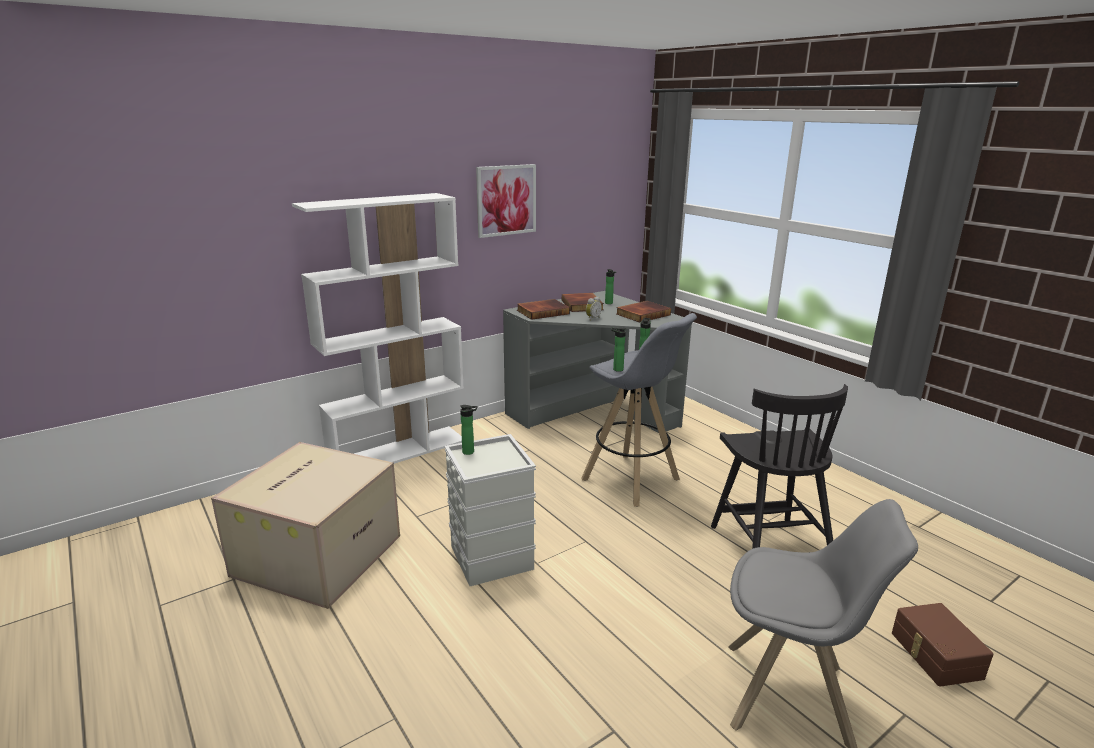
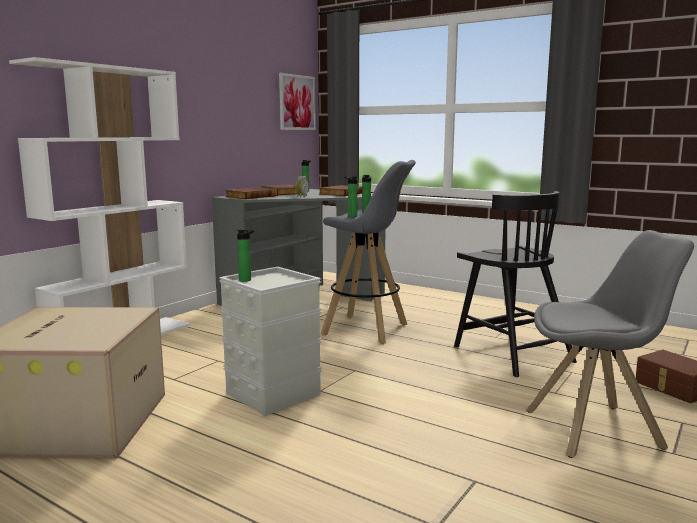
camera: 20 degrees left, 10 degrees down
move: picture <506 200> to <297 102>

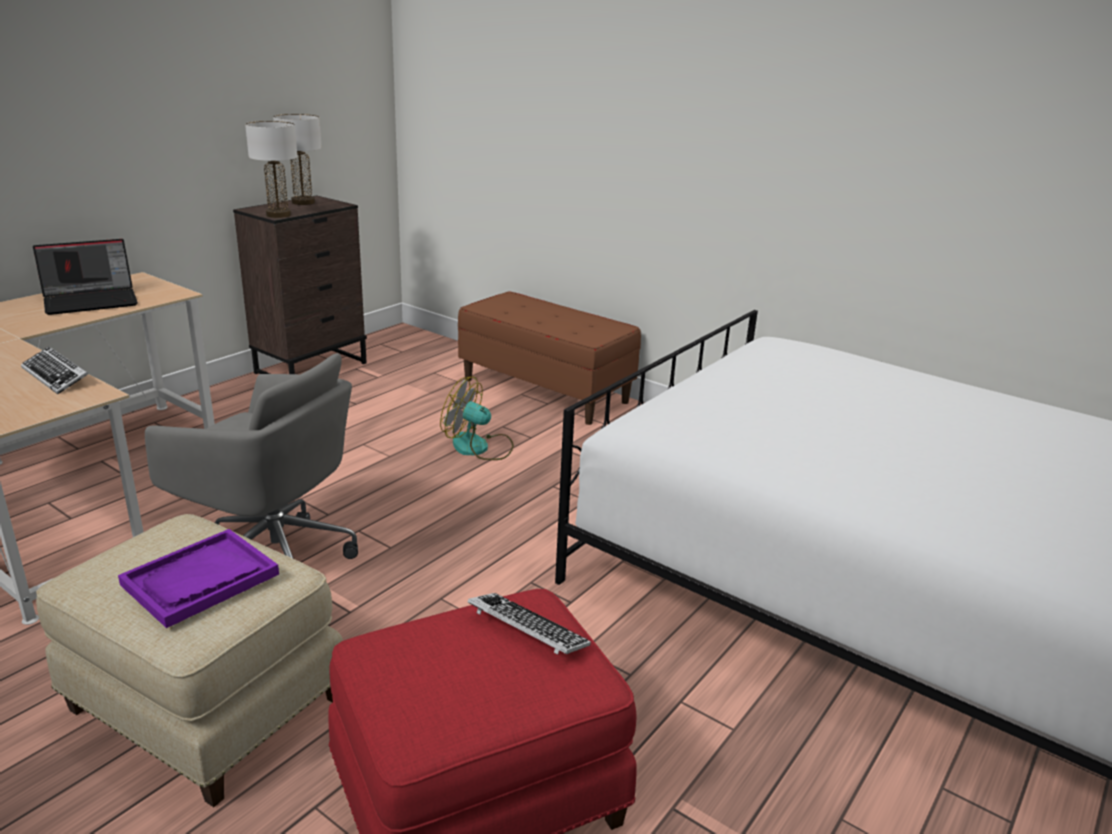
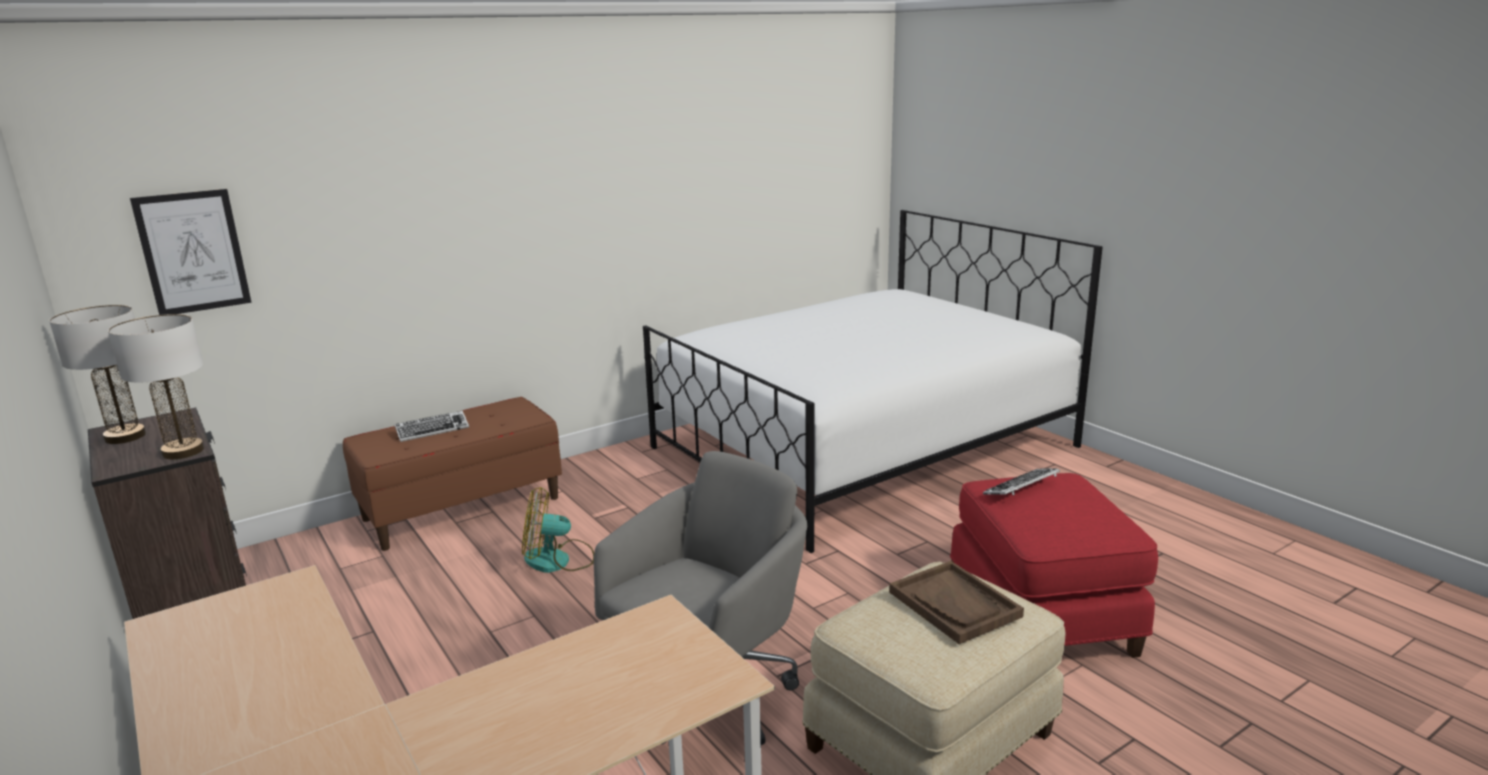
camera: 70 degrees left, 5 degrees down
delete: laptop <92 301>
insert: picture <193 252>
move: keyboard <56 376> to <432 430>
recolor: purple tray <200 580> to brown tray <954 604>
rotate: fan <479 448> = <558 560> 45 degrees clockwise

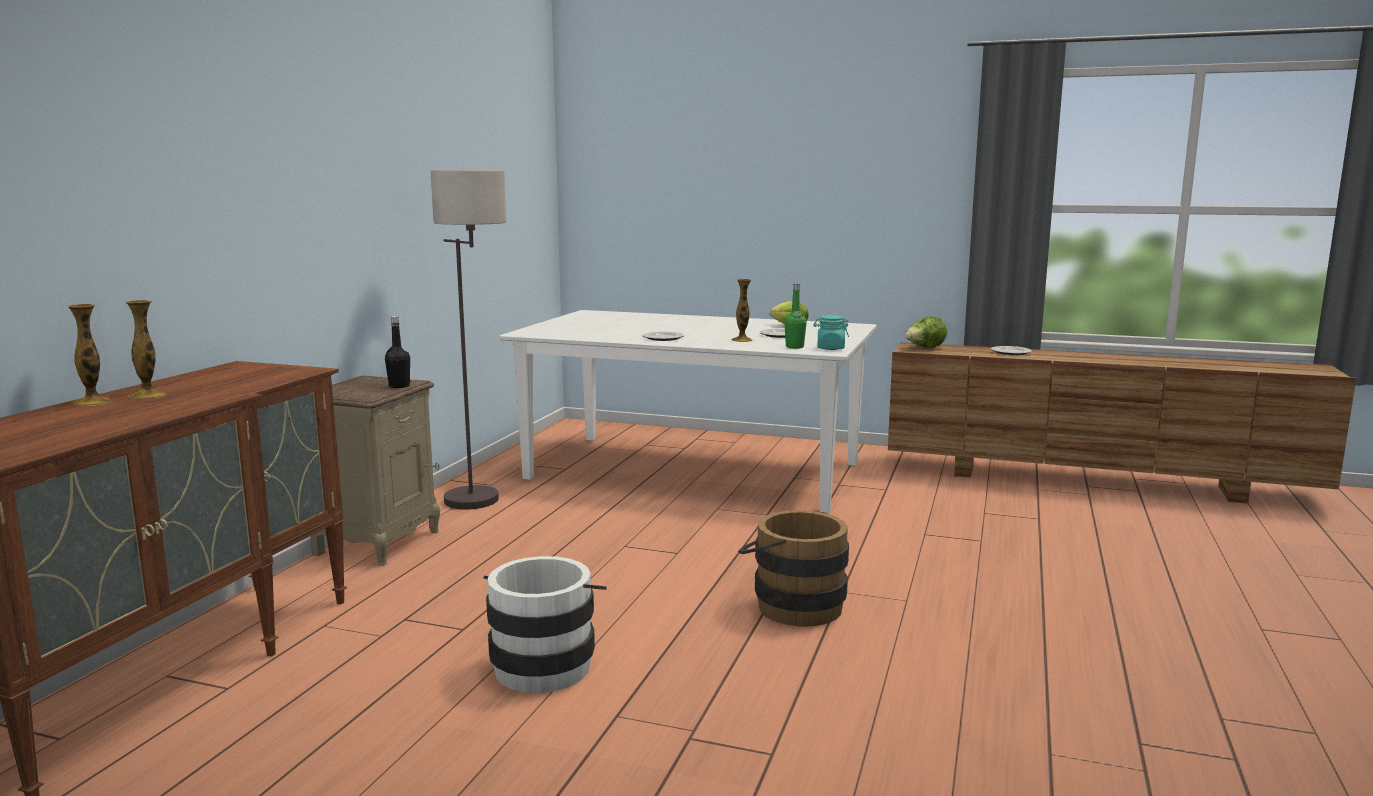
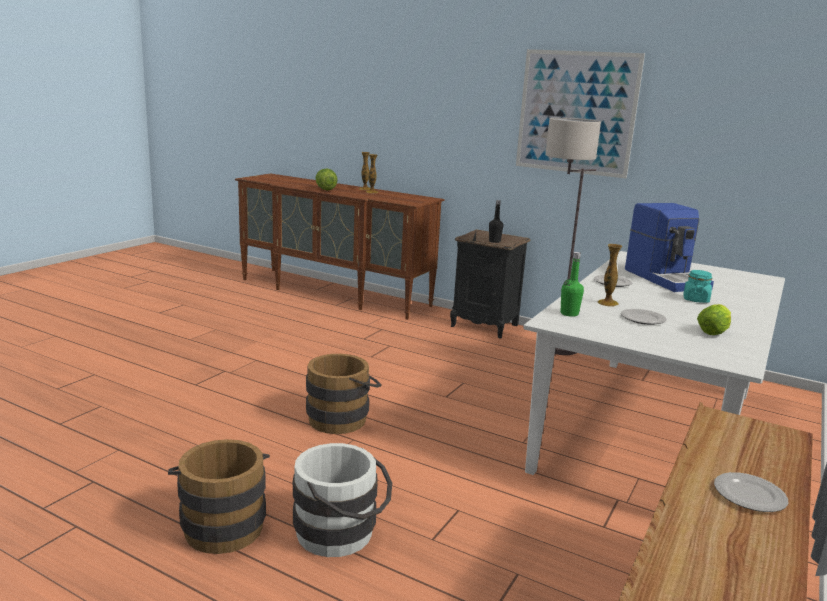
camera: 100 degrees right, 5 degrees up
insert: picture <576 113>; coffee machine <666 279>; brown bucket <222 524>
move: turquoise jar <830 348> to <695 300>; lettuce <924 348> to <325 189>; white bucket <545 663> to <342 534>
recolor: beige nightstand <380 543> to black nightstand <484 326>

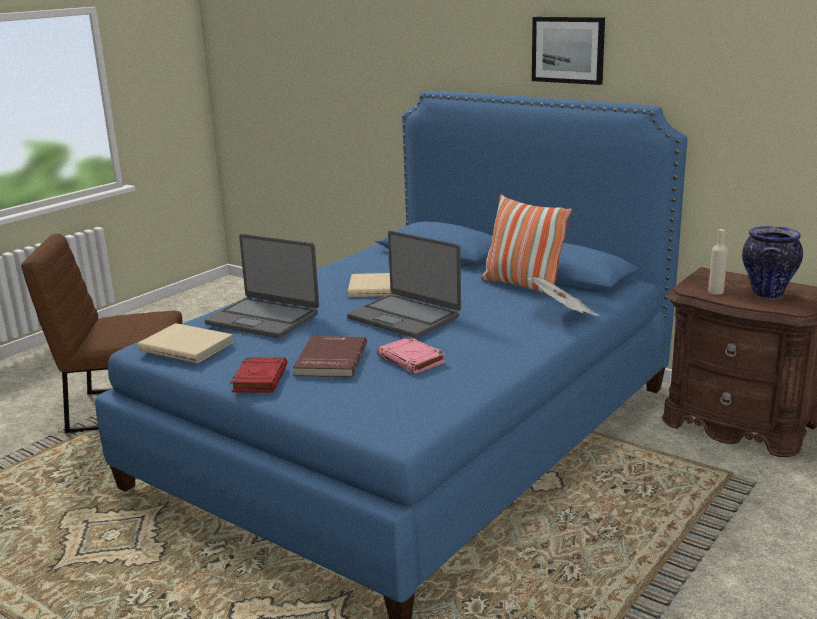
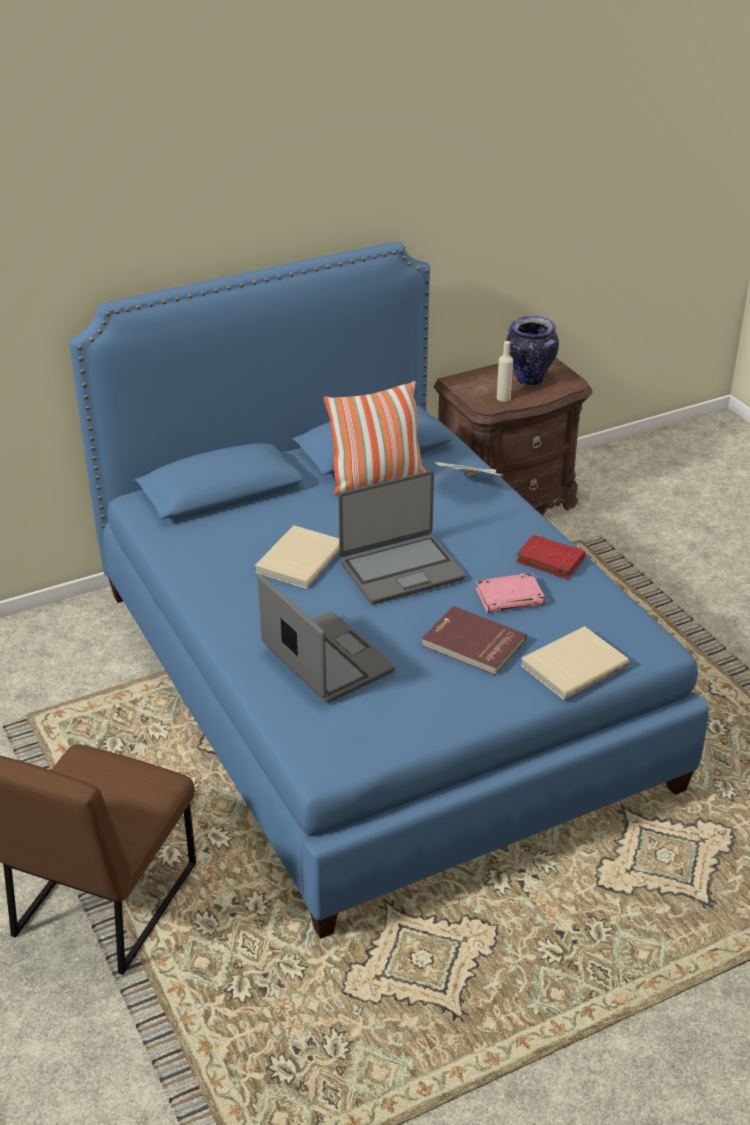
camera: 65 degrees left, 15 degrees up
delete: picture <568 50>
move: beige book <187 346> to <572 665>; red book <260 379> to <549 560>
rotate: laptop <263 319> = <326 660> 90 degrees counterclockwise

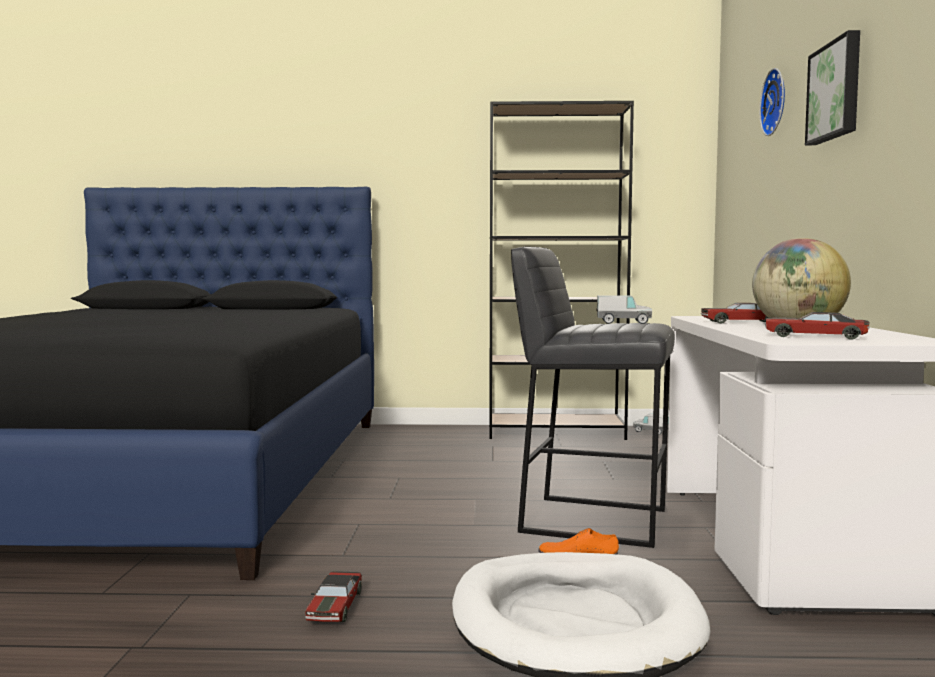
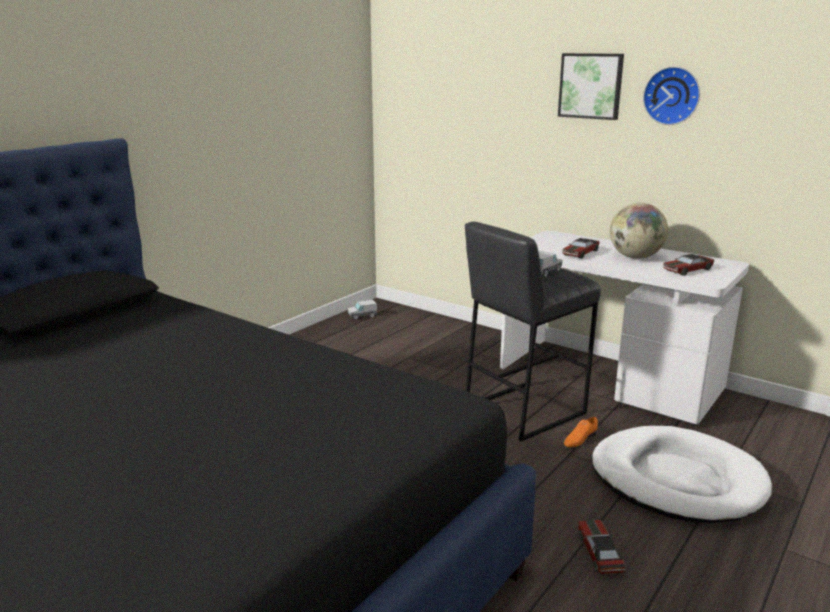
camera: 55 degrees left, 15 degrees up
delete: beige bookcase <556 432>
move: wall clock <777 102> to <672 95>
rotate: toy car <335 607> = <599 552> 135 degrees counterclockwise

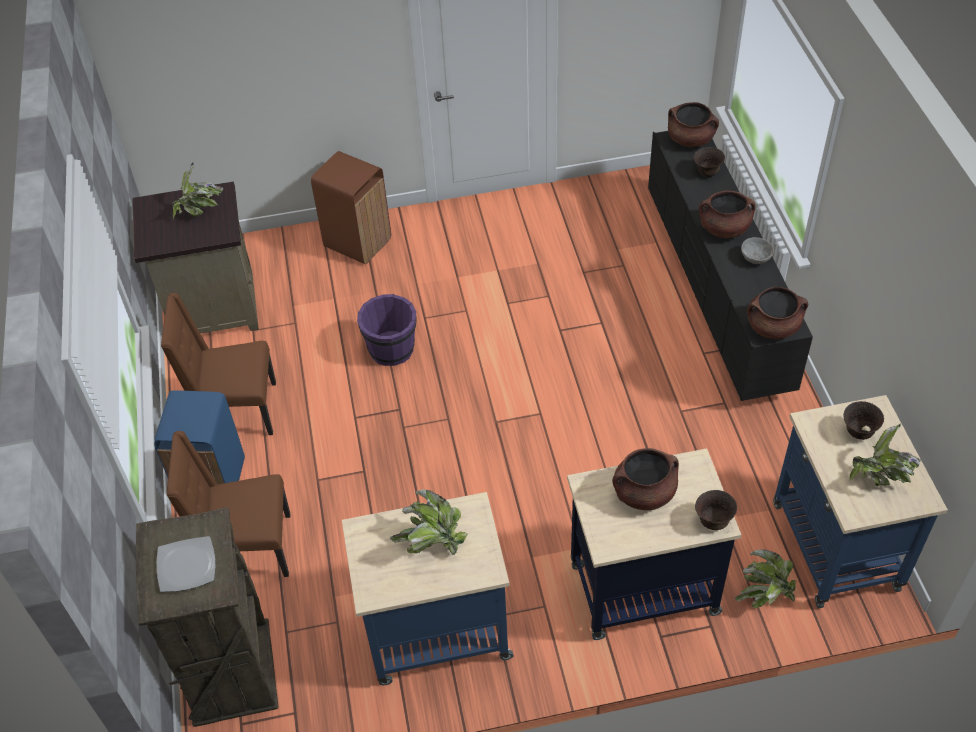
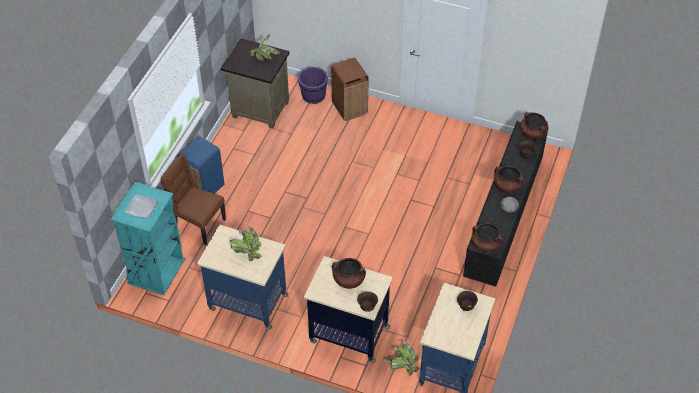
camera: 30 degrees right, 0 degrees up
delete: brown chair <236 411>; potted plant <881 477>
move: purple bucket <391 350> to <313 96>
recolor: brown bookcase <232 671> to turquoise bookcase <156 270>

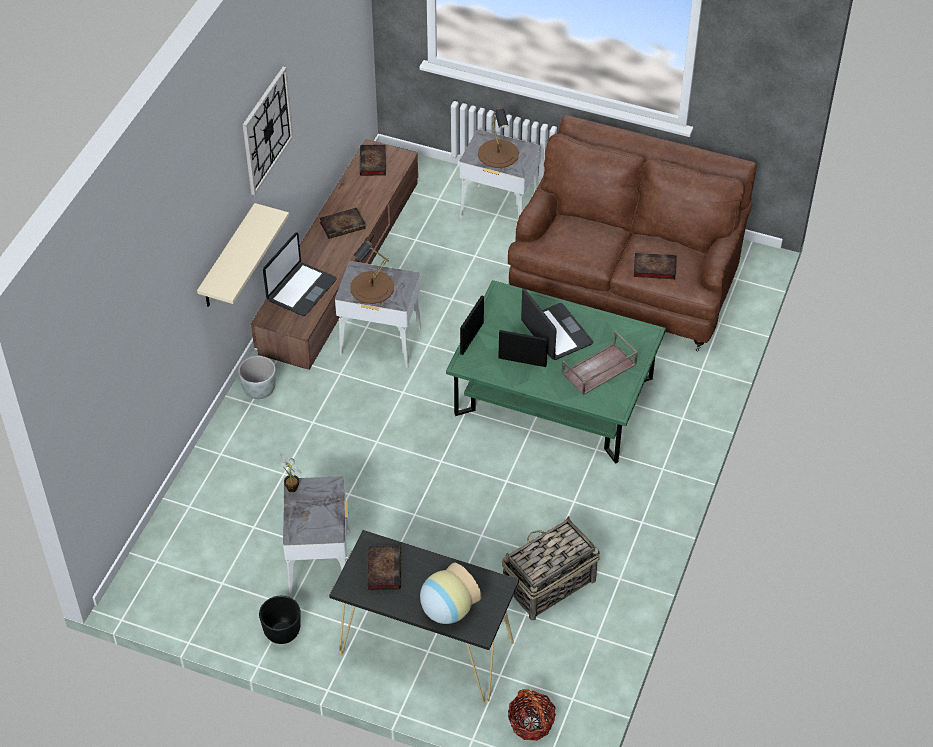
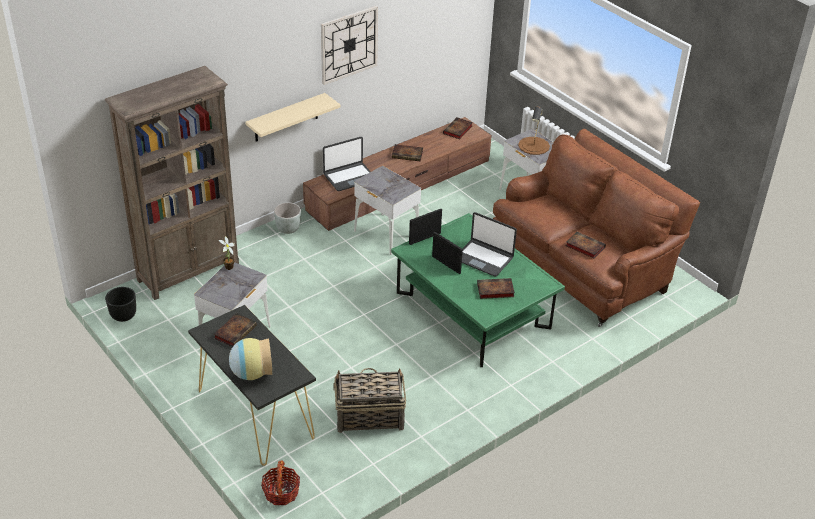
camera: 30 degrees right, 10 degrees down
delete: brown table lamp <372 287>
insert: brown bookcase <189 271>
move: black planter <282 632> to <123 315>
replace: brown tray <598 370> to book <494 290>
rotate: laptop <555 333> = <484 258> 120 degrees clockwise

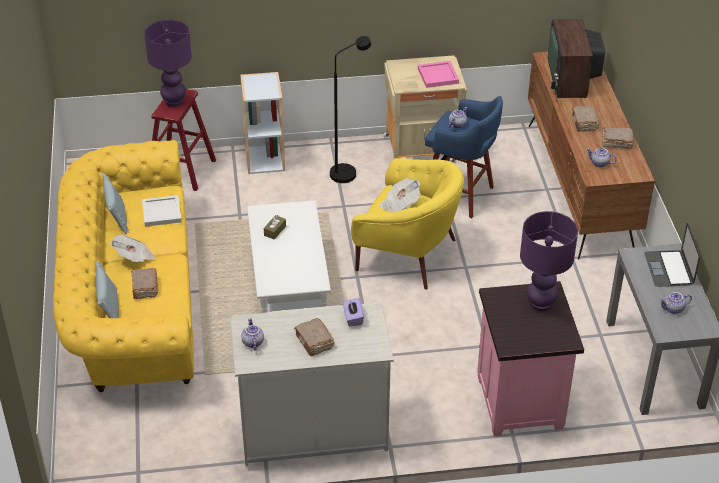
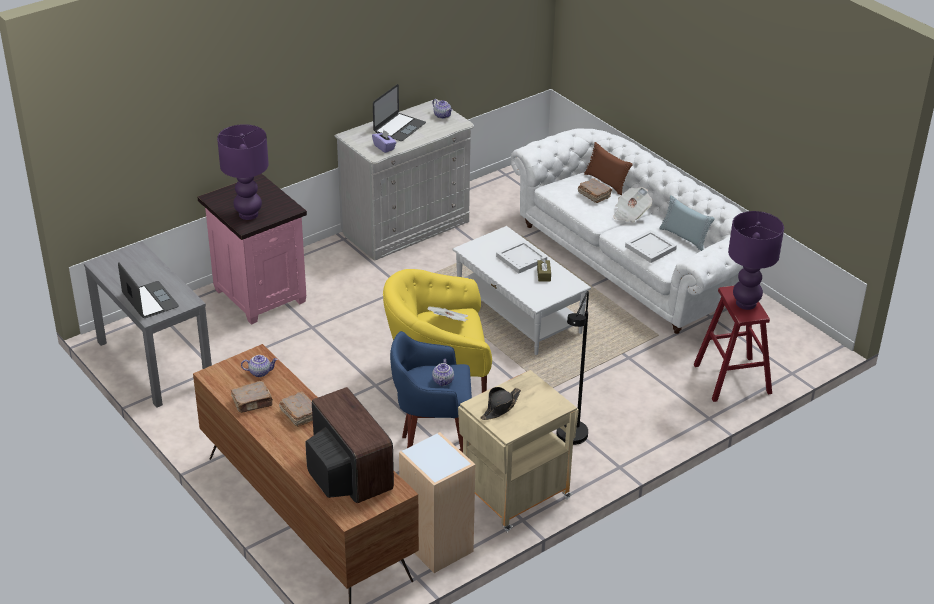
camera: 150 degrees right, 5 degrees down
delete: teapot <673 309>
insert: white tray <522 259>
move: bookcase <265 158> to <436 546>
replace: pink tray <438 76> to black hat <500 407>; brown book <314 342> to laptop <399 127>
recolor: yellow sofa <131 301> to white sofa <635 261>; blue pillow <109 308> to brown pillow <606 182>

